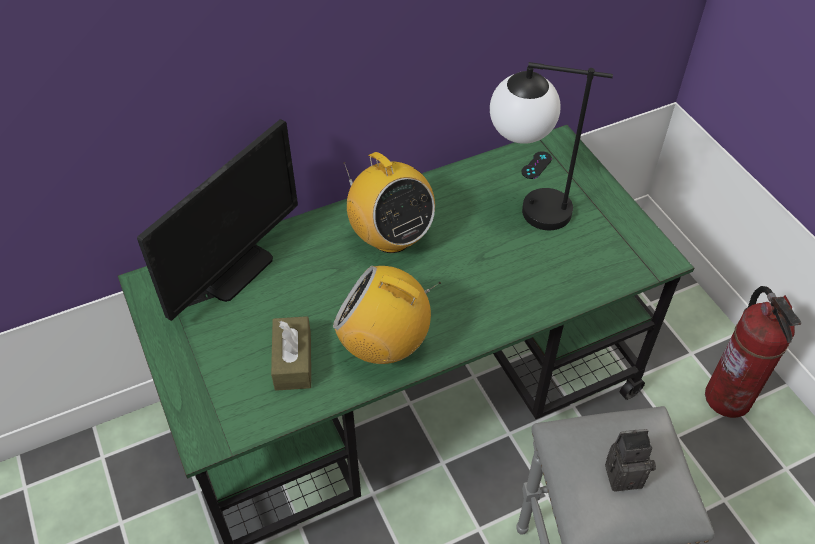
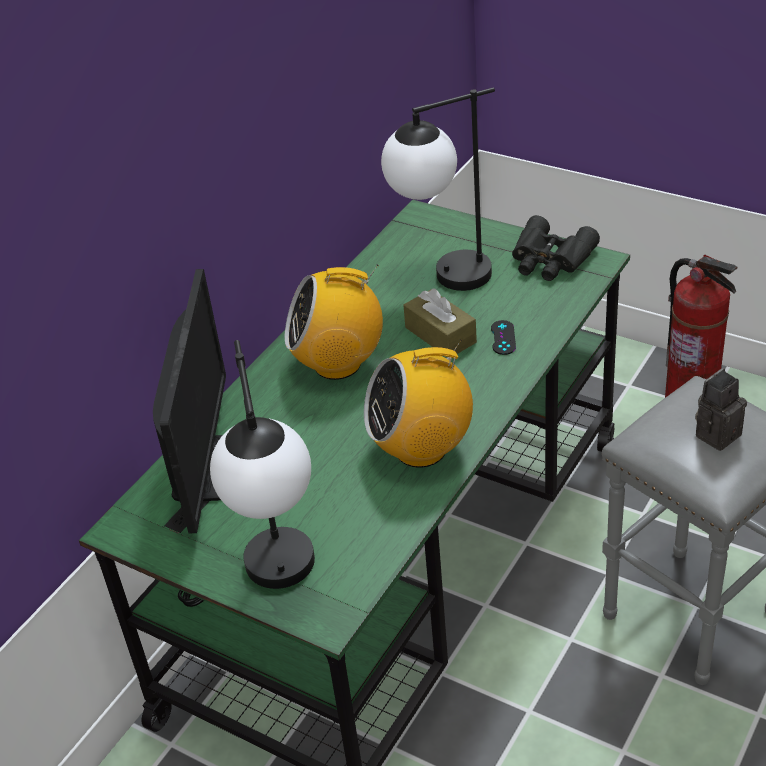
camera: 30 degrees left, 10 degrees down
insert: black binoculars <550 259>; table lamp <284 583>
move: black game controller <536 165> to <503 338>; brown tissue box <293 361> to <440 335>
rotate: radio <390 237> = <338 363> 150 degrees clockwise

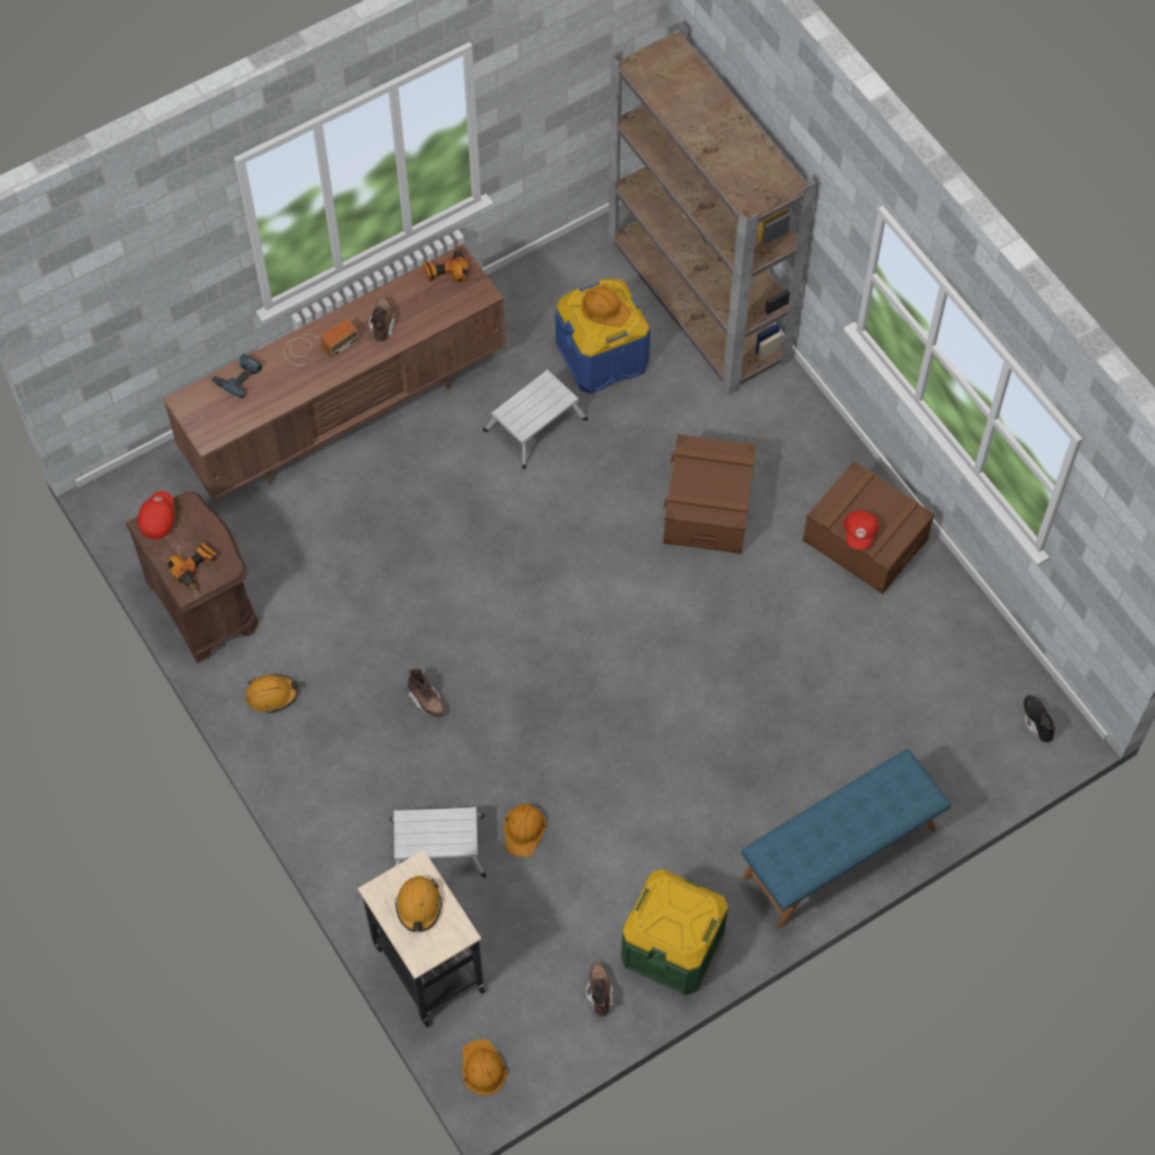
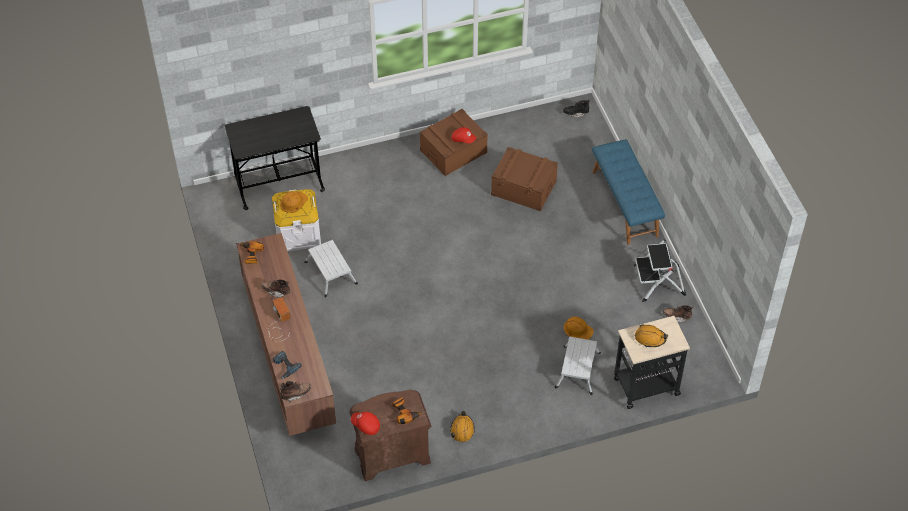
camera: 75 degrees left, 10 degrees down
delete: orange hard hat <482 1068>
move: brown storage box <708 507> to <524 188>; brown boot <426 700> to <296 394>
replace: brown bookcase <698 300> to black desk <279 184>; green storage box <672 946> to step ladder <658 281>
recolor: blue storage box <602 356> to white storage box <298 233>

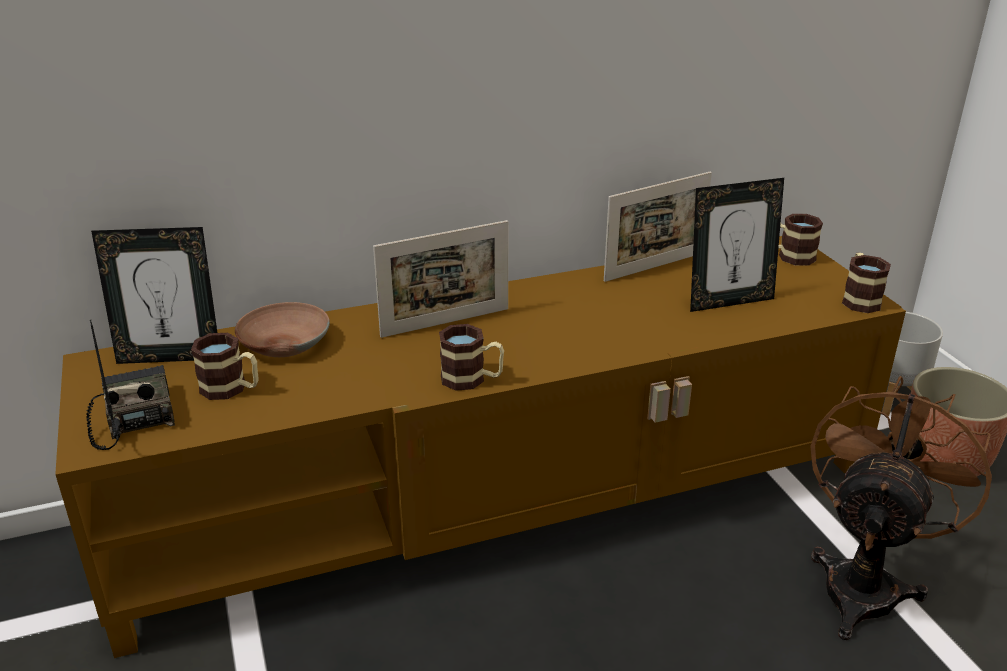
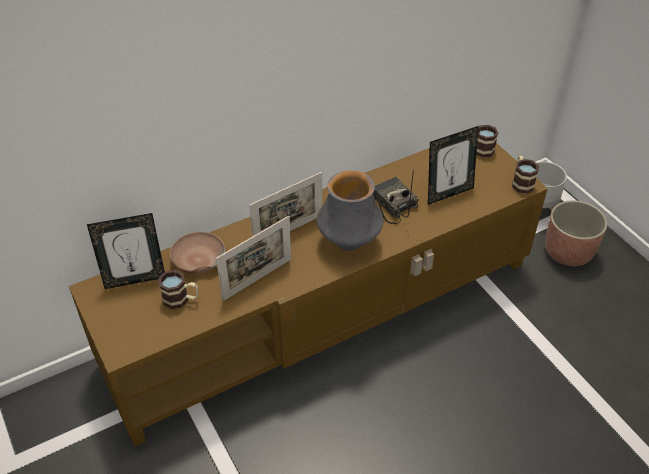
camera: 10 degrees left, 15 degrees up
delete: mug <472 379>; brown fan <865 582>
insert: vase <349 242>
move: picture frame <654 267> to <257 279>; radio <132 416> to <392 204>

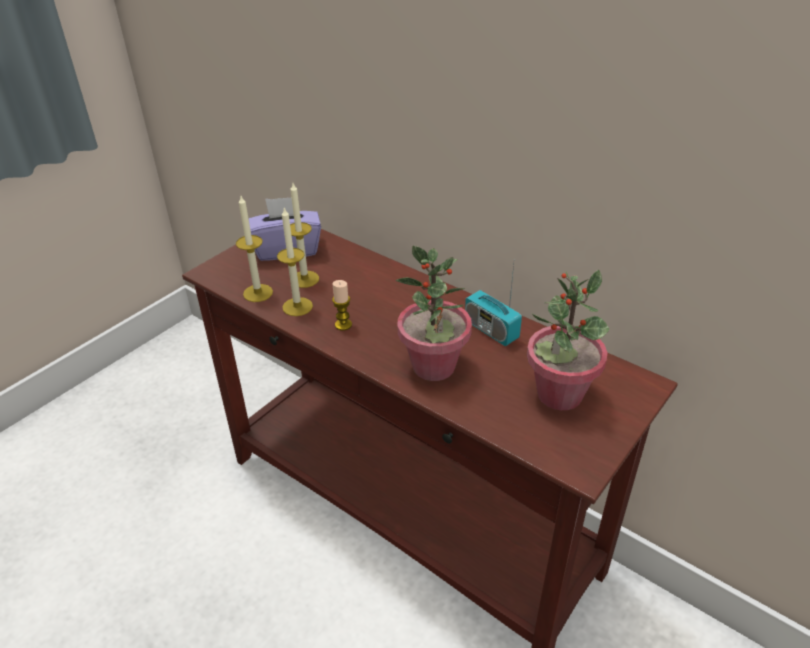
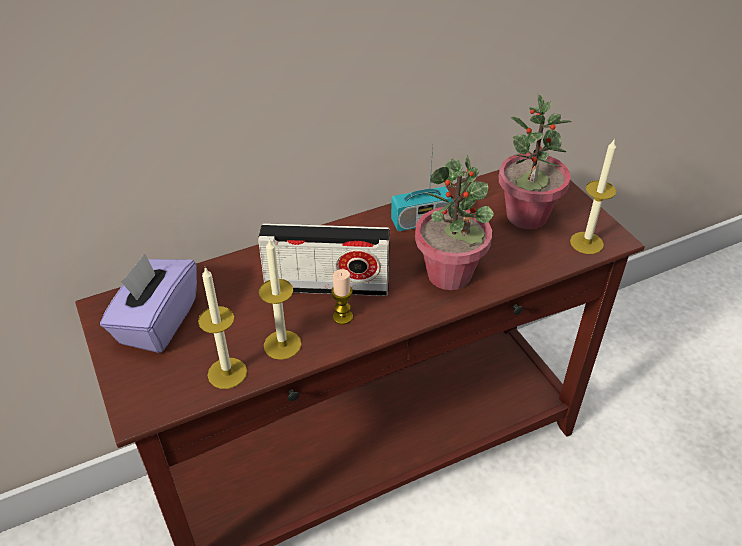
camera: 65 degrees left, 5 degrees up
insert: radio <327 285>
move: candle <304 279> to <586 243>

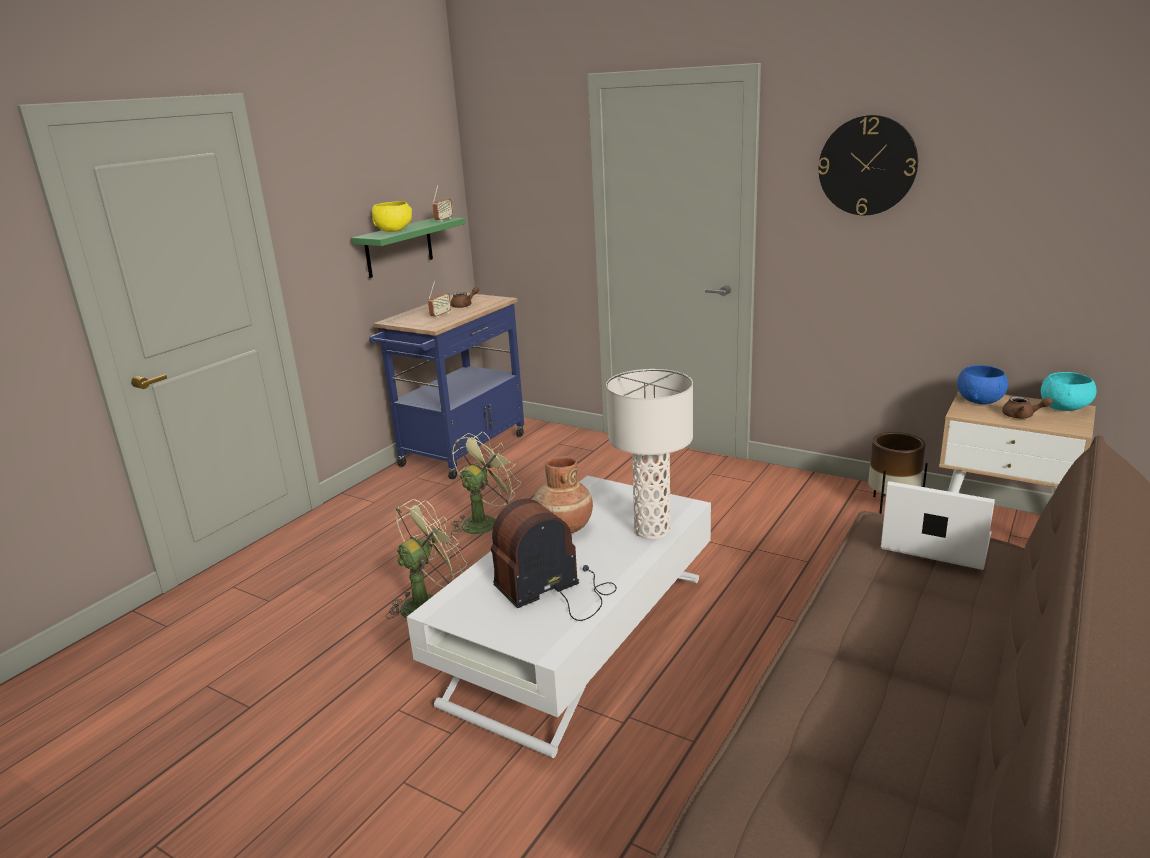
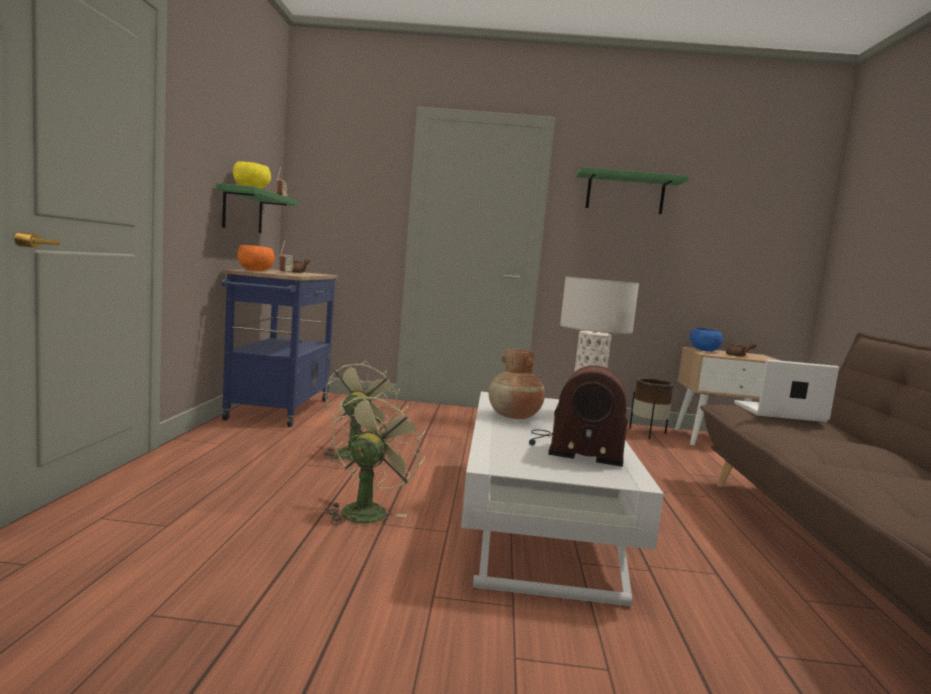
camera: 30 degrees left, 15 degrees down
delete: turquoise bowl <1065 409>
insert: orange bowl <255 270>
replace: wall clock <867 166> to green shelf <625 193>
rotate: radio <556 590> = <574 448> 105 degrees counterclockwise

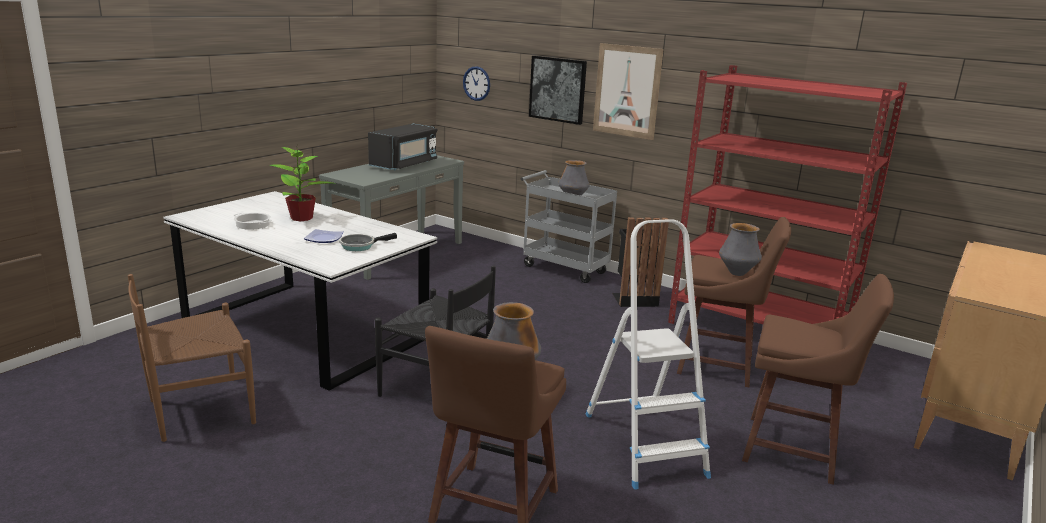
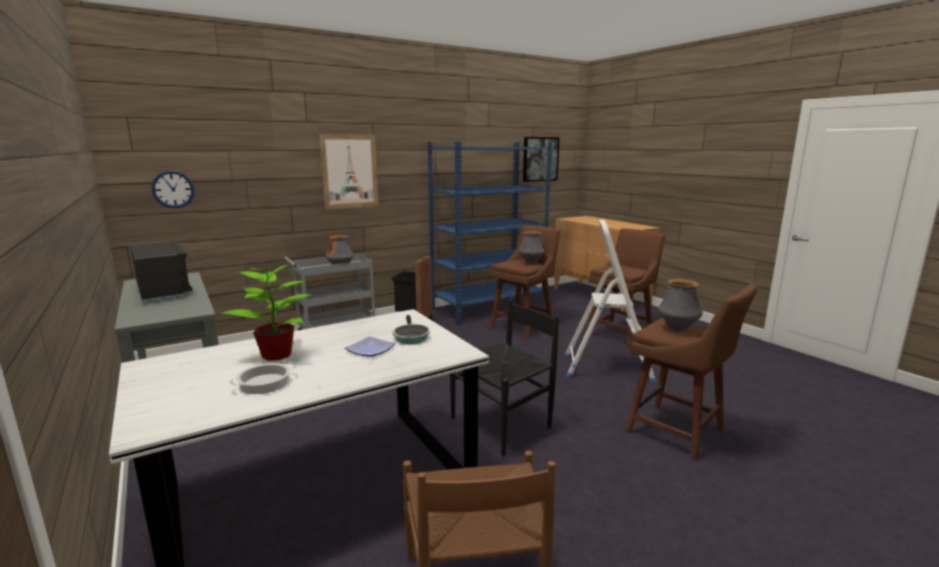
camera: 65 degrees left, 5 degrees down
move: picture <558 89> to <540 159>
recolor: red bookcase <757 330> to blue bookcase <488 308>

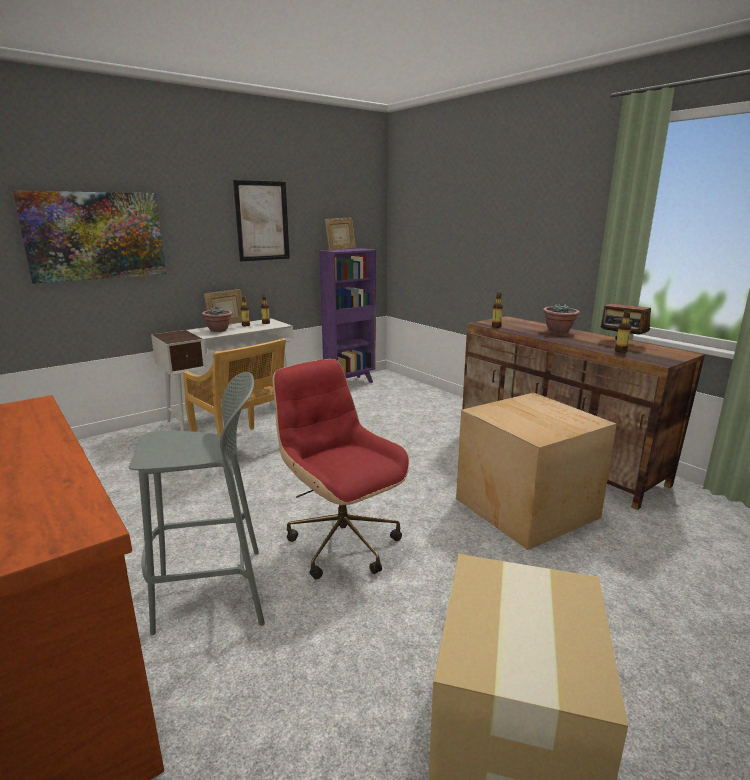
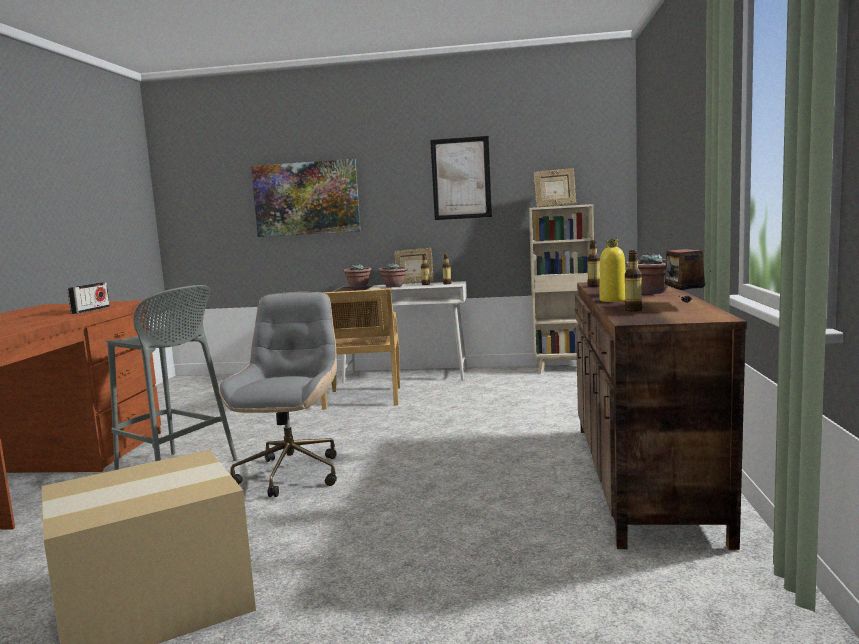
camera: 45 degrees right, 10 degrees down
delete: cardboard box <526 507>
insert: yellow bottle <612 300>; potted plant <358 286>; radio <90 310>
recolor: purple bookcase <350 383> to beige bookcase <564 369>; red office chair <341 542> to grey office chair <293 473>

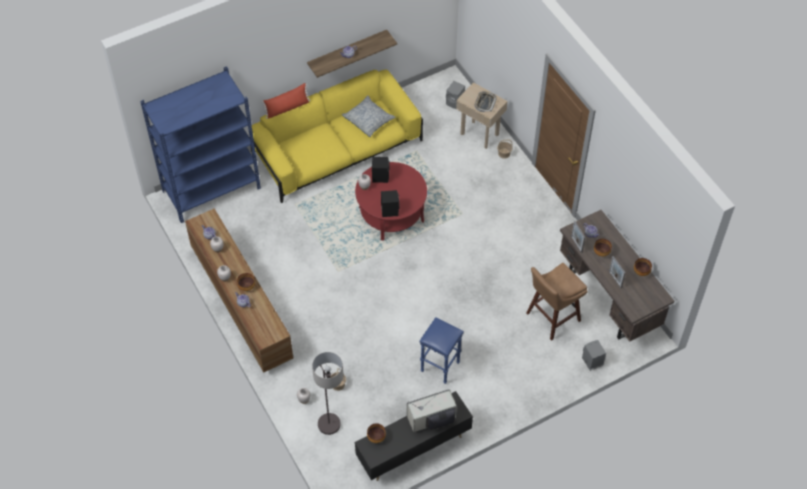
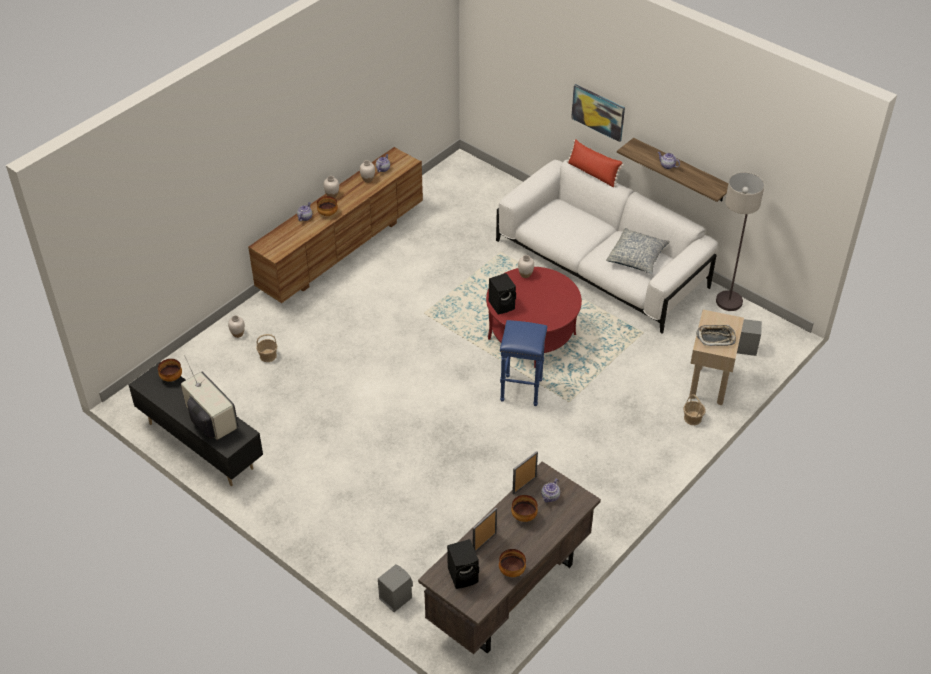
camera: 70 degrees right, 10 degrees down
delete: blue bookcase <211 189>; brown stool <551 318>
insert: picture <598 112>
move: black speaker <380 176> to <464 575>; blue stool <439 365> to <522 389>; grey floor lamp <332 430> to <724 306>
recolor: yellow sofa <337 147> to white sofa <603 263>

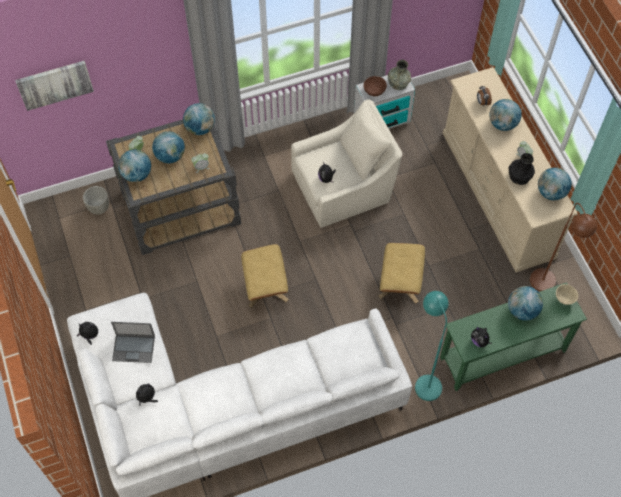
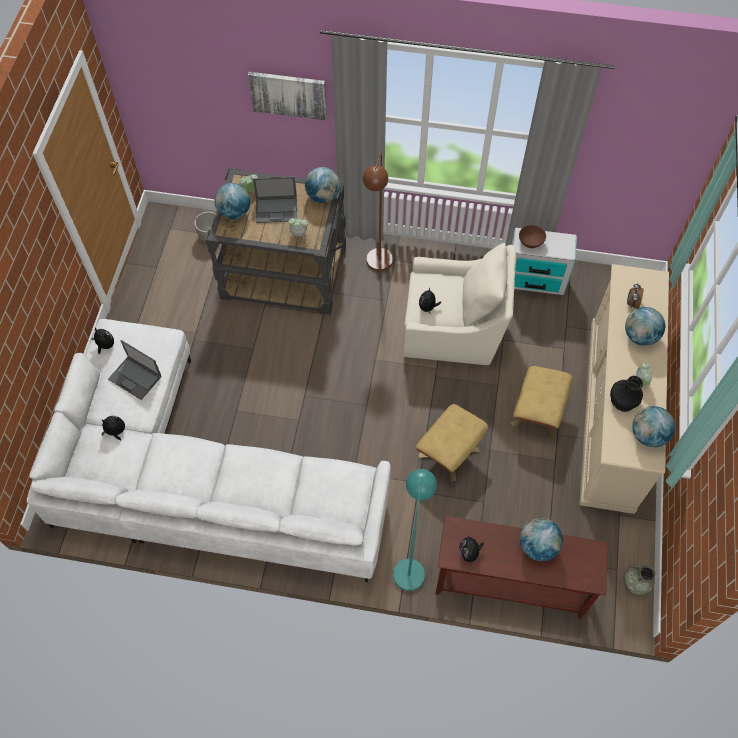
camera: 30 degrees right, 0 degrees up
delete: beige bowl <564 299>
move: grey vase <398 82> to <635 582>; picture <54 84> to <288 94>; brown floor lamp <545 287> to <377 267>; beige ottoman <266 287> to <538 413>
replace: globe <170 156> to laptop <277 209>
recolor: green console table <502 355> to brown console table <509 583>

